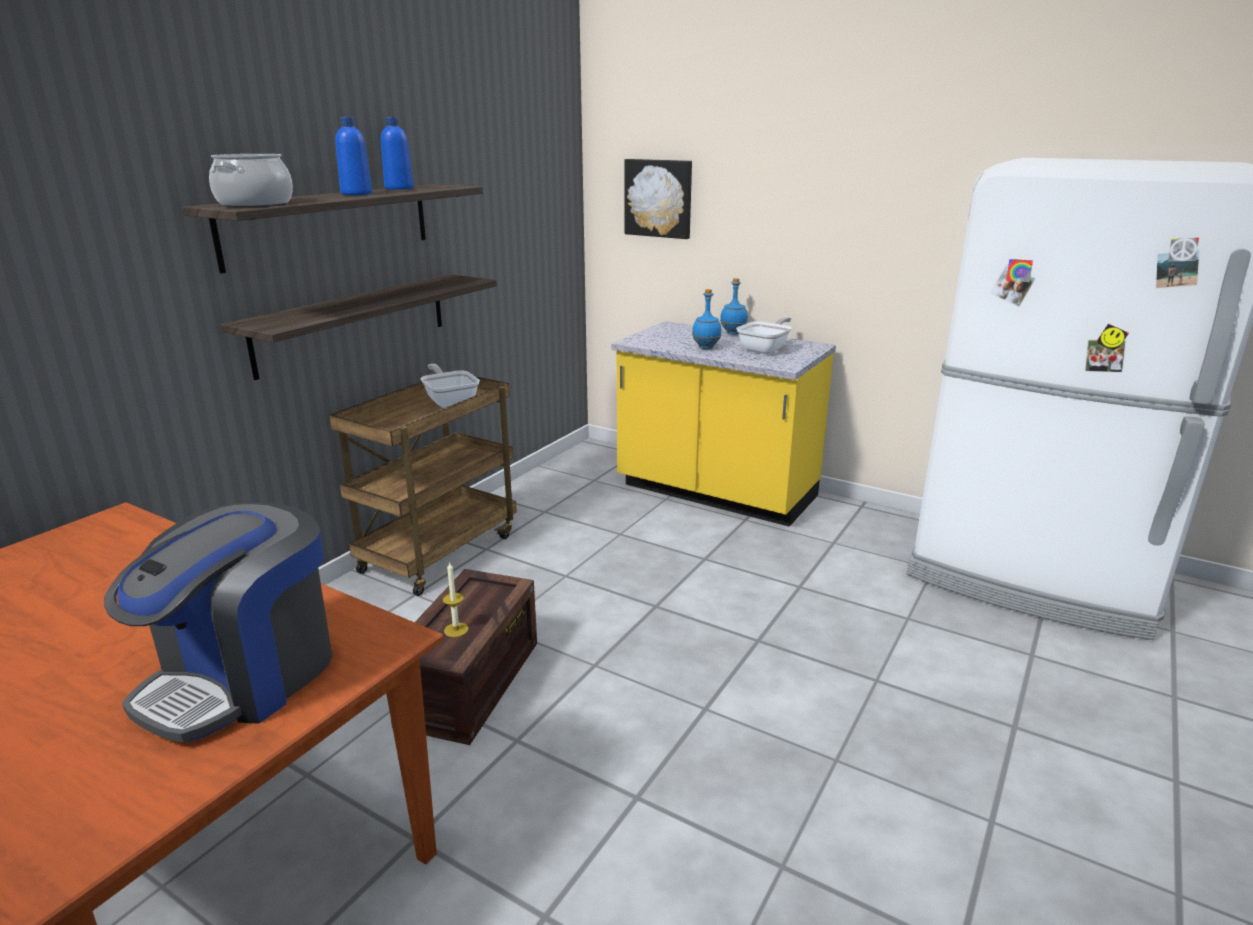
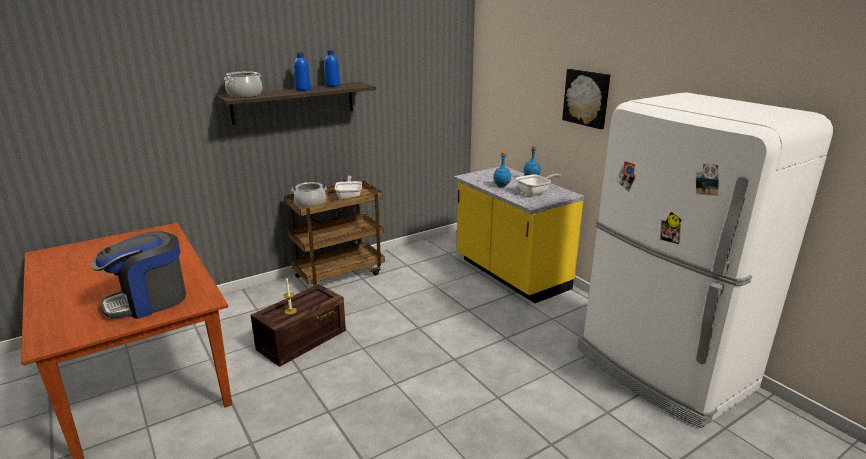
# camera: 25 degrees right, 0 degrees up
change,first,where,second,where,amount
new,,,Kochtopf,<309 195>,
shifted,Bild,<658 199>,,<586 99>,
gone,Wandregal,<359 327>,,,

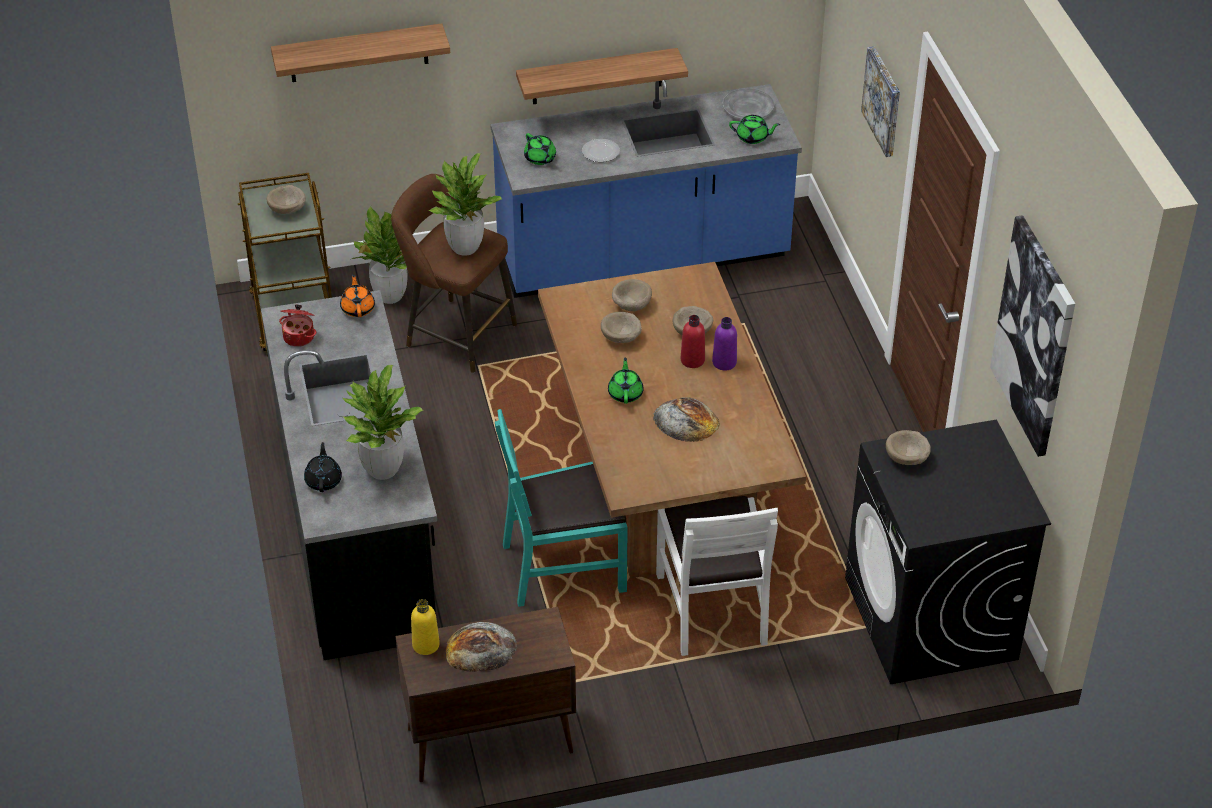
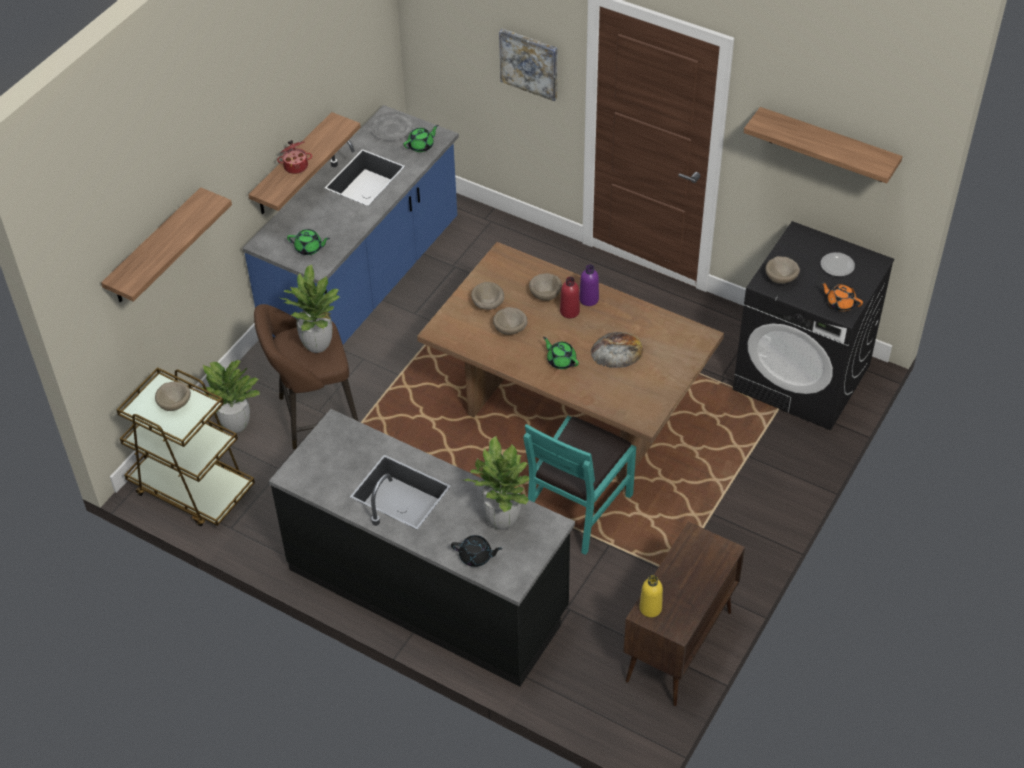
# camera: 45 degrees left, 5 degrees up
change,first,where,second,where,amount
shifted,Kochtopf,<297 325>,,<294 157>,
rotated,Teekanne/schwarz,<323 467>,,<476 551>,150 degrees clockwise
swapped,Bild,<1032 336>,Wandregal,<823 145>,
shifted,Teller,<601 150>,,<838 264>,
shifted,Teekanne/orange,<357 295>,,<842 296>,
gone,Brot,<481 647>,,,
gone,Stuhl/weiß,<717 576>,,,

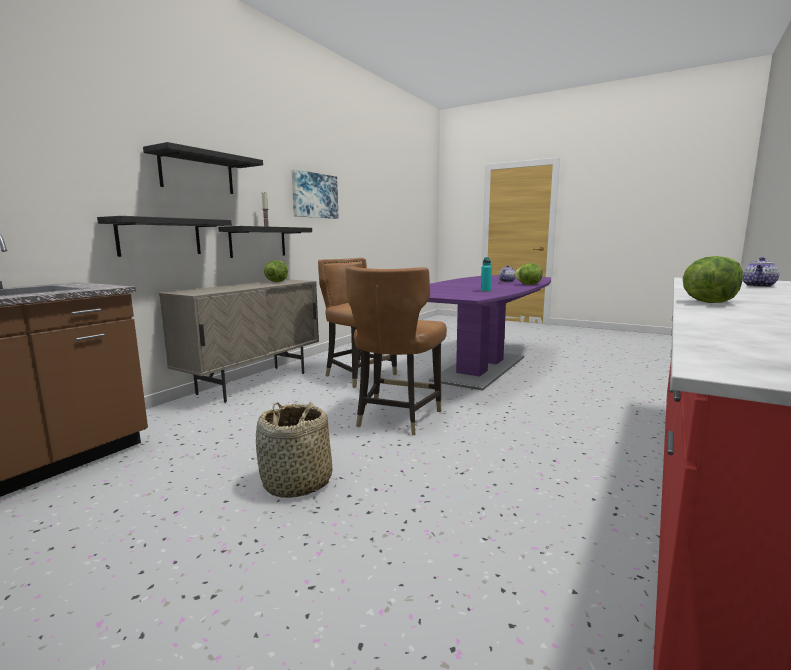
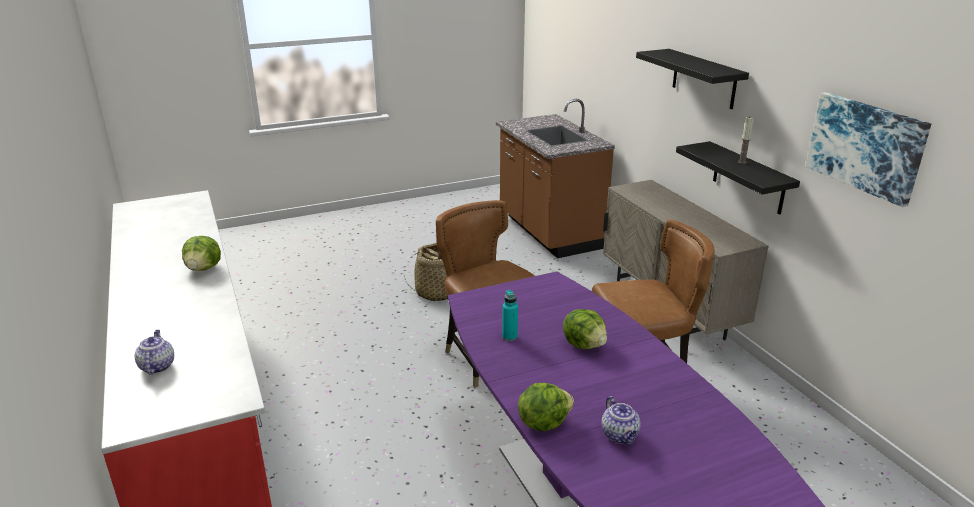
# camera: 125 degrees right, 15 degrees up
change,first,where,second,where,amount
shifted,Salatkopf,<276 271>,,<585 329>,
gone,Wandregal/schwarz,<164 236>,,,

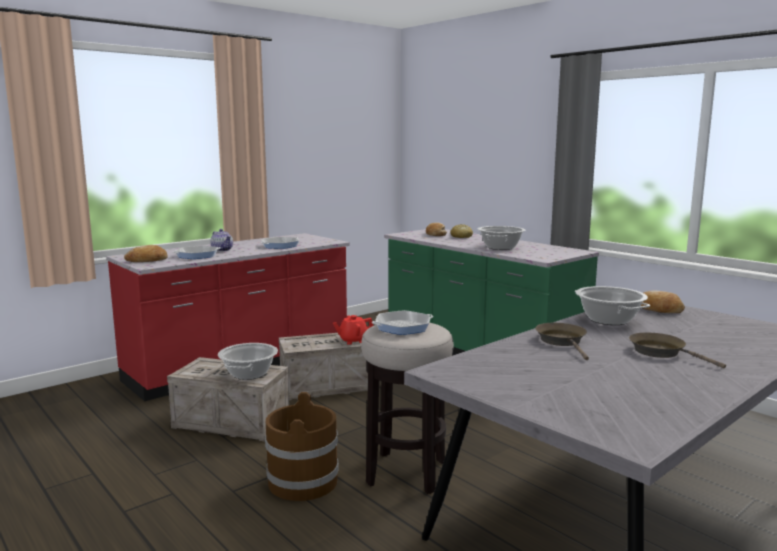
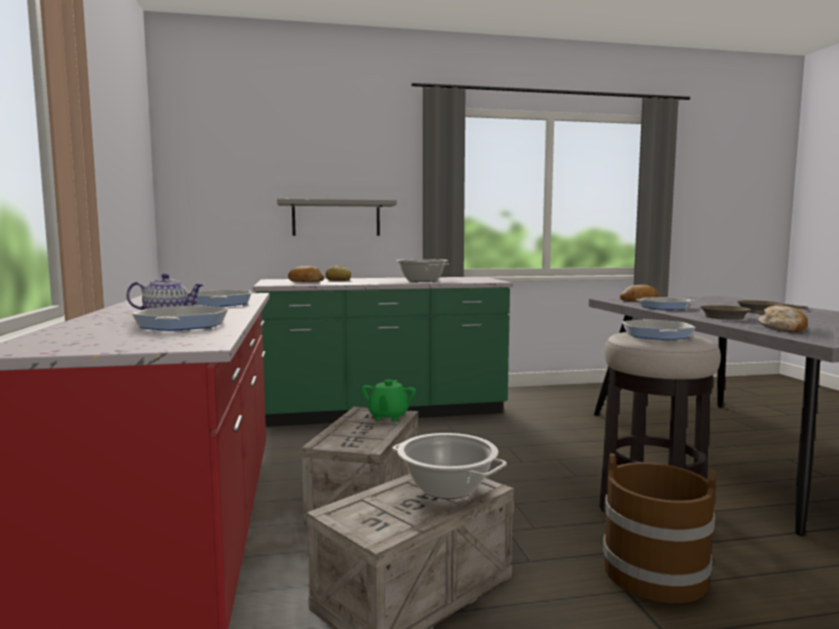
# camera: 60 degrees left, 5 degrees down
change,first,where,second,where,amount
new,,,Wandregal/grau,<337 217>,
repainted,Teekanne/rot,<353 330>,Teekanne/grün,<388 400>,
swapped,Kochtopf,<612 305>,Pfanne,<665 303>,
shifted,Brot,<146 253>,,<783 318>,

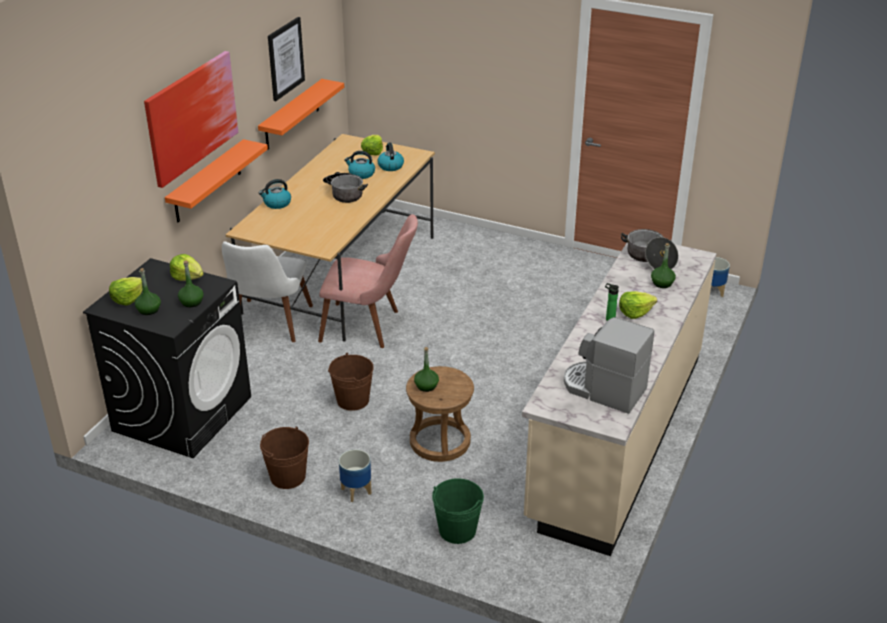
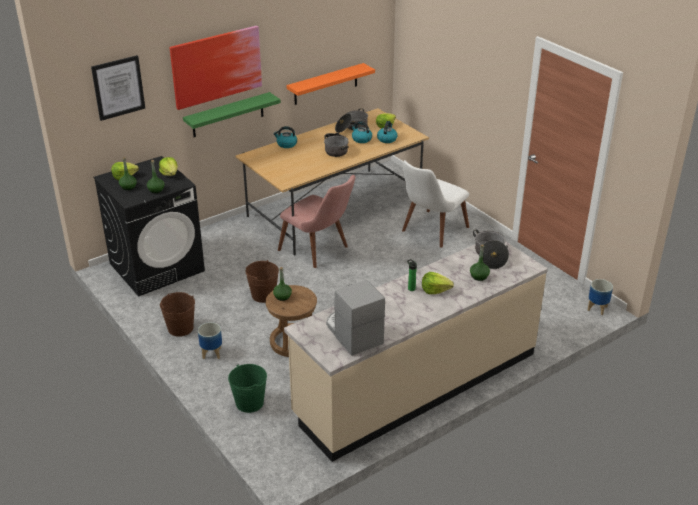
# camera: 30 degrees right, 0 degrees up
change,first,where,second,where,amount
shifted,Bild,<286 59>,,<118 88>,
repainted,Wandregal/orange,<216 180>,Wandregal/grün,<232 114>,
new,,,Kochtopf,<351 120>,
shifted,Stuhl/weiß,<267 291>,,<435 203>,

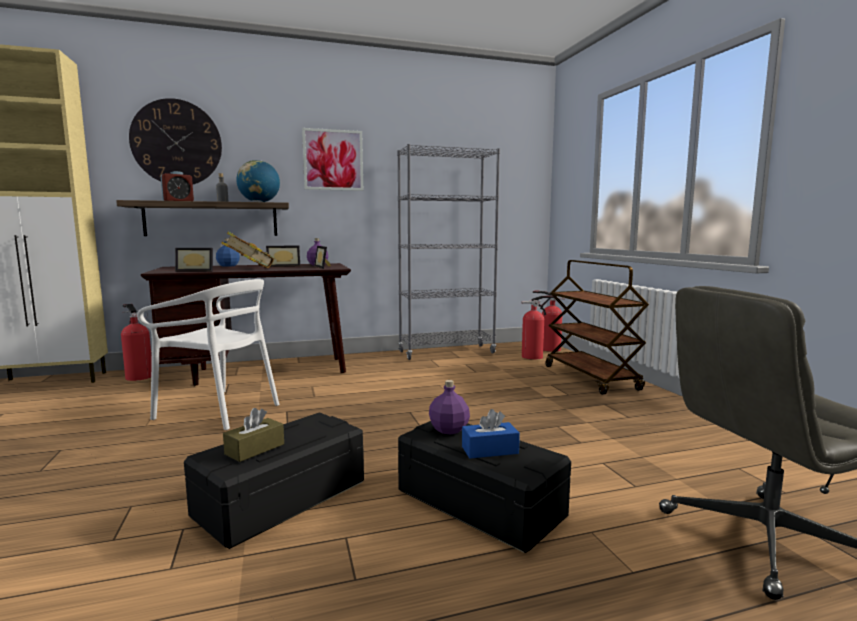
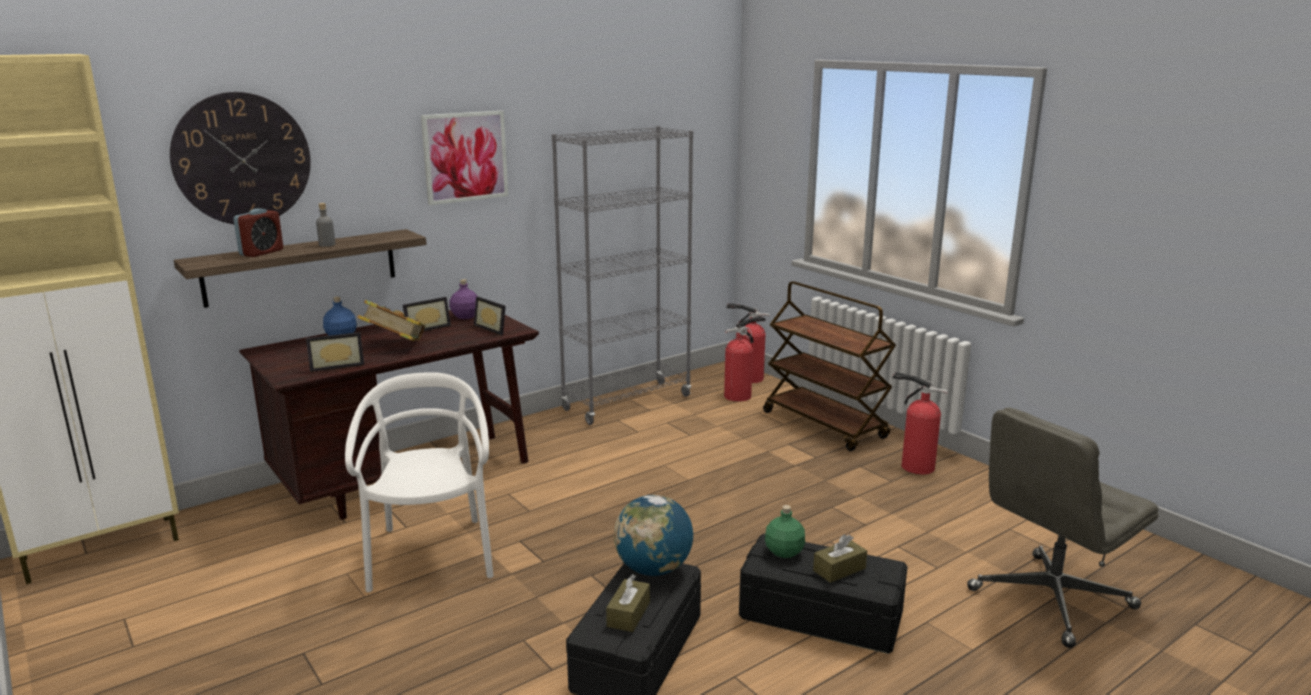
# camera: 20 degrees left, 10 degrees up
change,first,where,second,where,amount
rotated,Stuhl/weiß,<208 354>,,<419 482>,105 degrees counterclockwise
shifted,Globus,<258 181>,,<653 535>,
repainted,Flasche/lila,<449 407>,Flasche/grün,<785 531>,
repainted,Taschentuchbox/blau,<491 434>,Taschentuchbox/braun,<840 558>,
shifted,Feuerlöscher,<136 342>,,<920 423>,

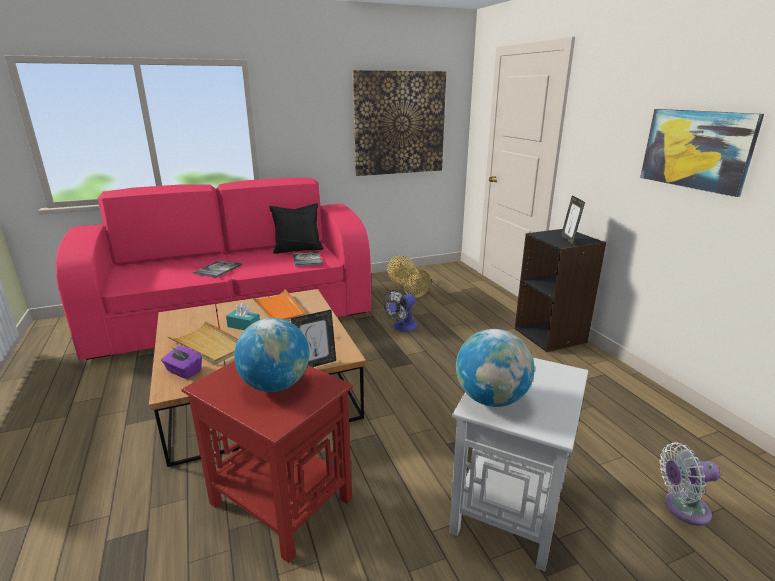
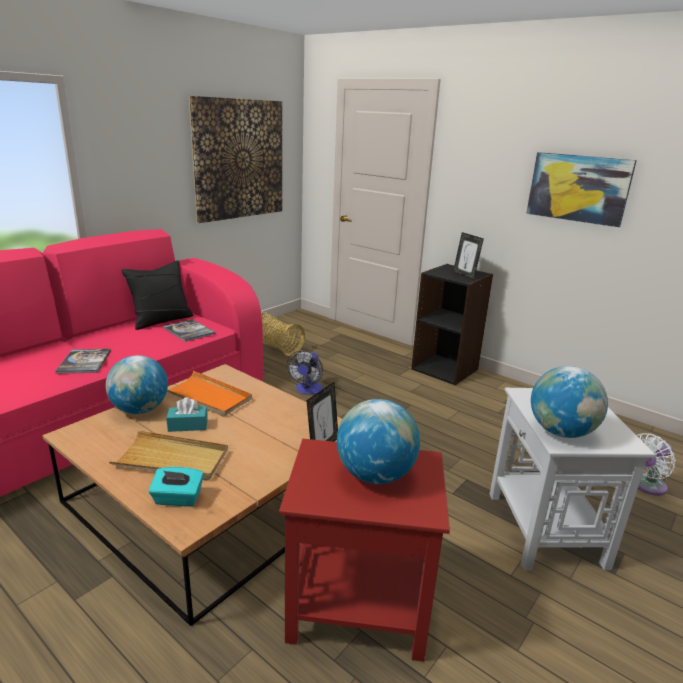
# camera: 30 degrees left, 0 degrees up
change,first,where,second,where,amount
new,,,Globus,<137 384>,
repainted,Taschentuchbox/lila,<181 362>,Taschentuchbox/türkis,<176 487>,

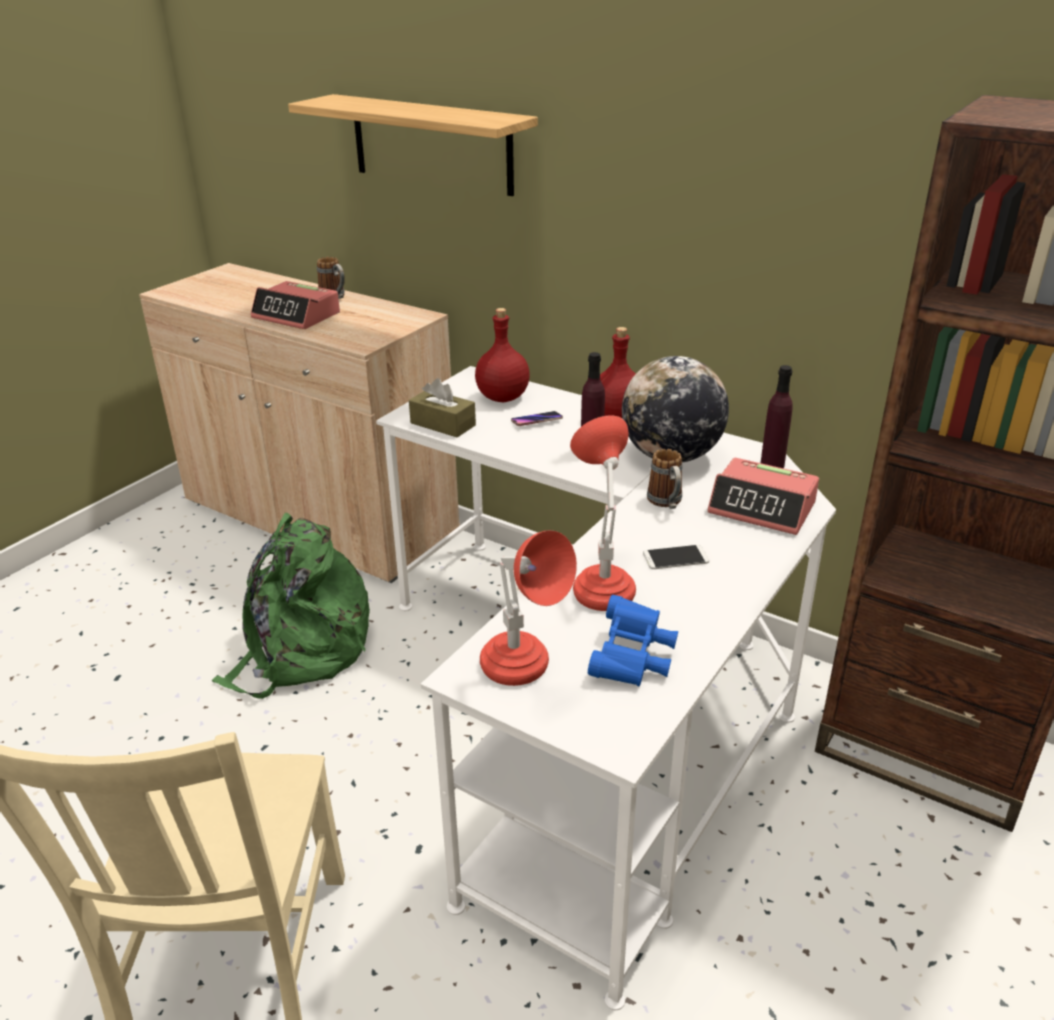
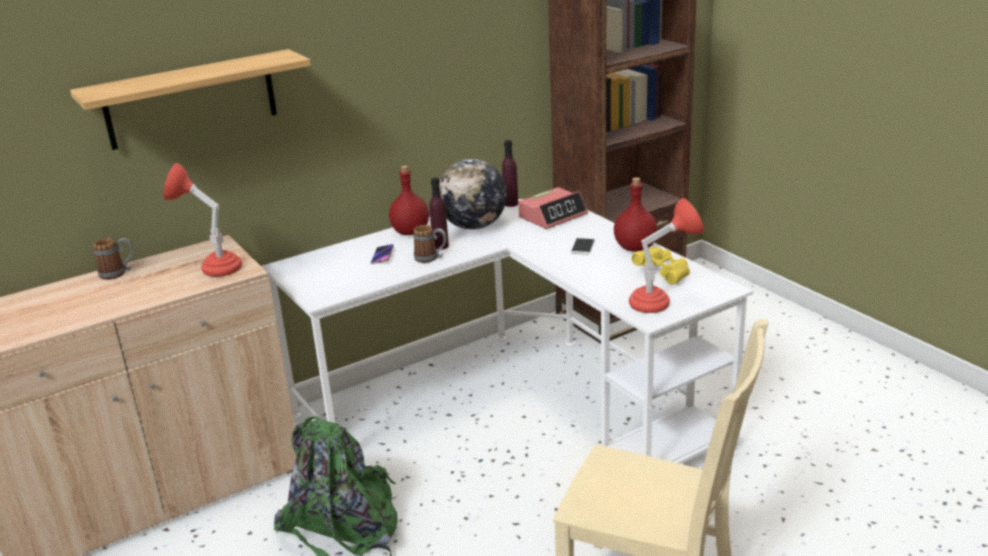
# camera: 65 degrees left, 5 degrees down
change,first,where,second,where,amount
shifted,Tischlampe/rot,<603 513>,,<202 220>,
shifted,Henkelbecher,<664 479>,,<430 244>,
shifted,Flasche/rot,<502 355>,,<636 214>,
repainted,Fernglas/blau,<633 640>,Fernglas/gelb,<661 266>,
gone,Wecker,<295 305>,,,
gone,Taschentuchbox/braun,<442 407>,,,

